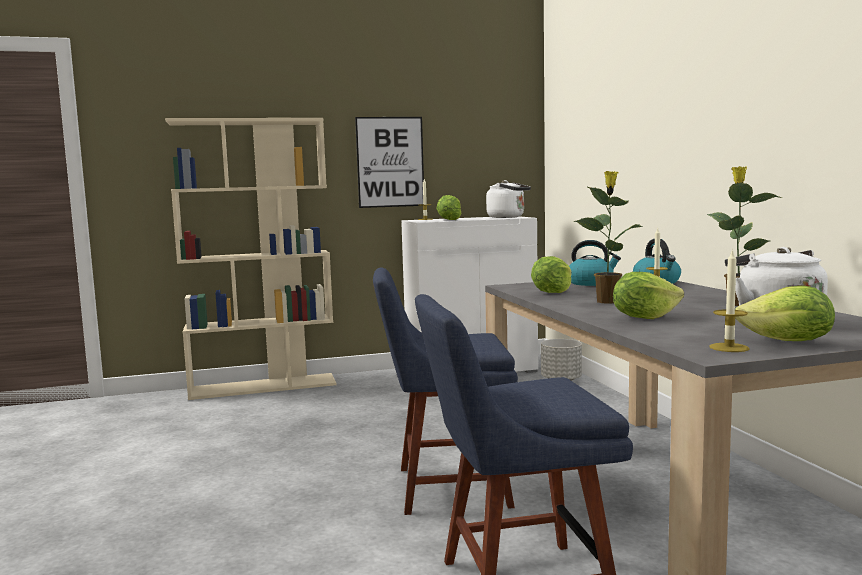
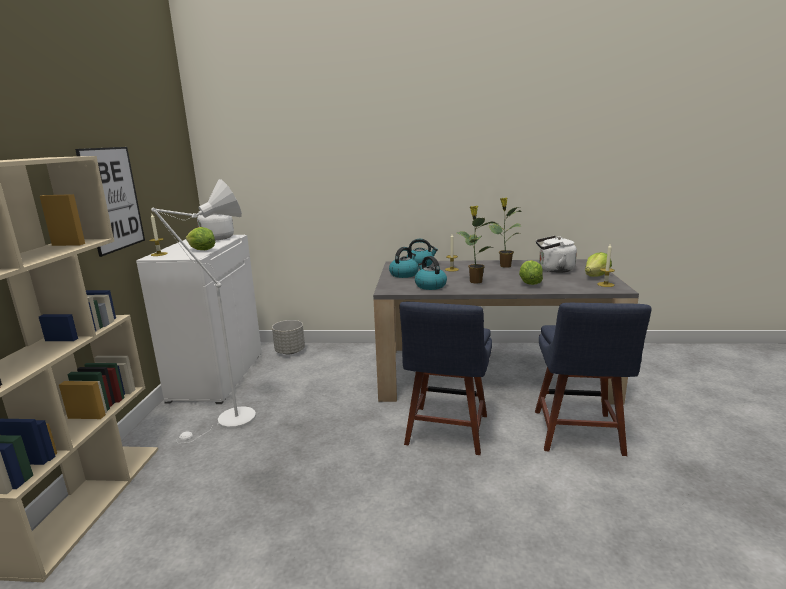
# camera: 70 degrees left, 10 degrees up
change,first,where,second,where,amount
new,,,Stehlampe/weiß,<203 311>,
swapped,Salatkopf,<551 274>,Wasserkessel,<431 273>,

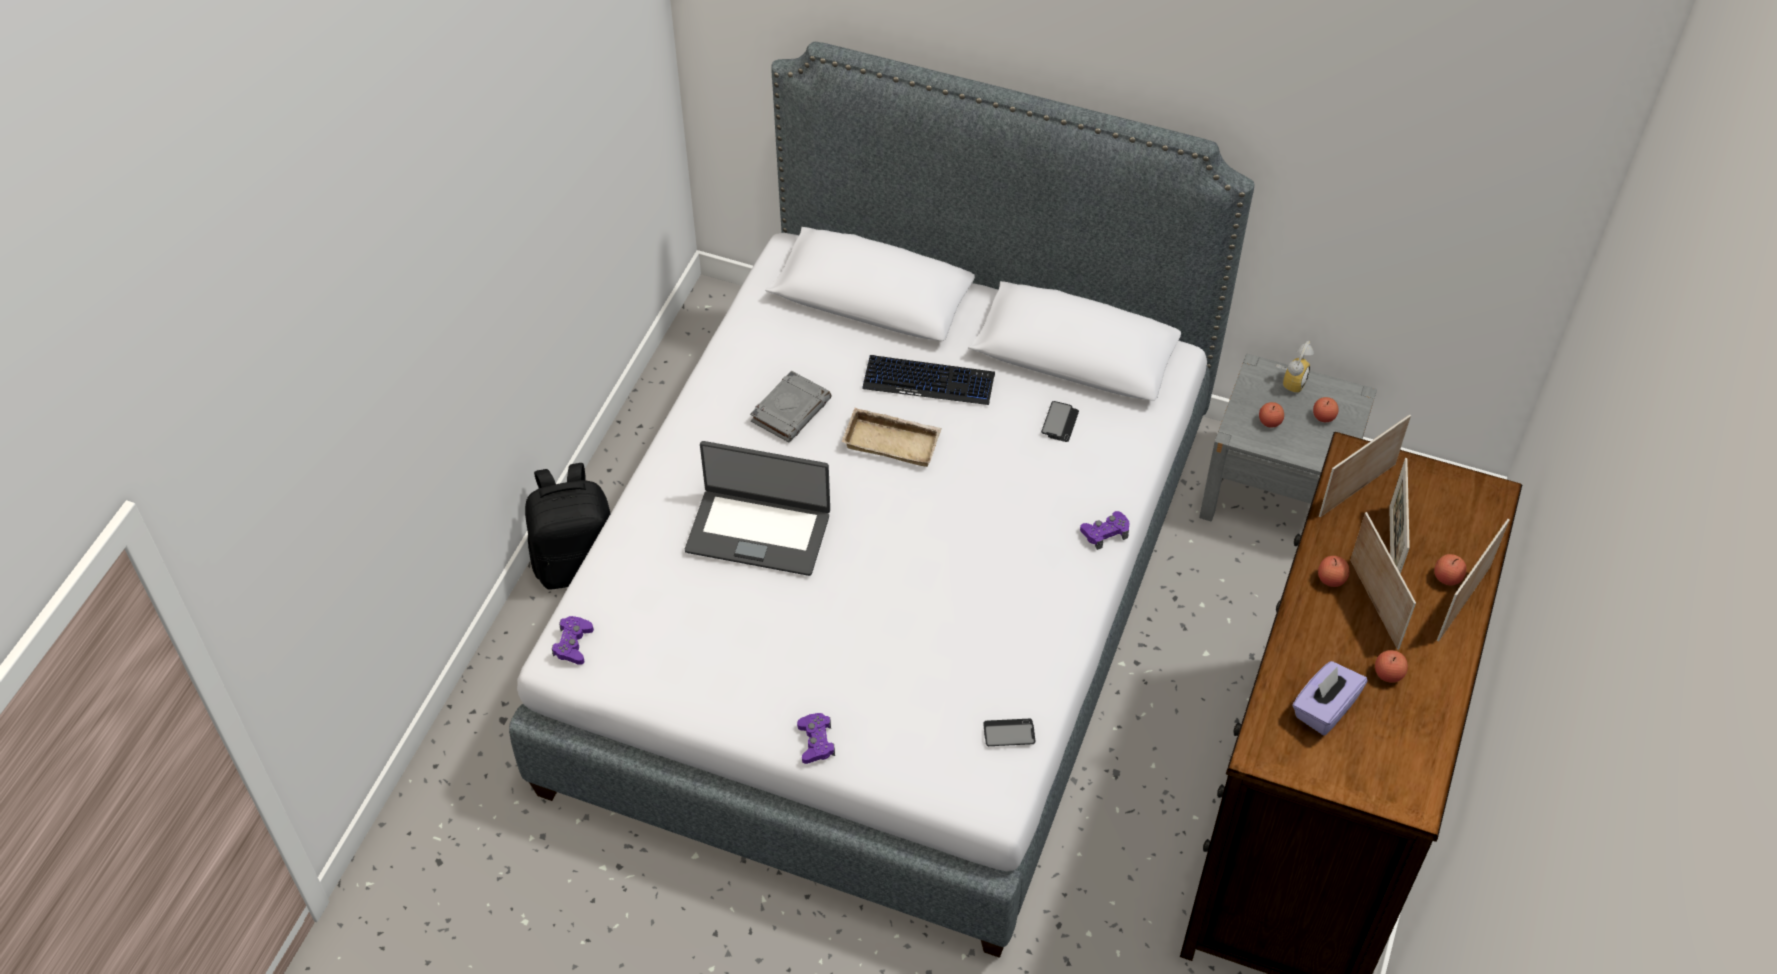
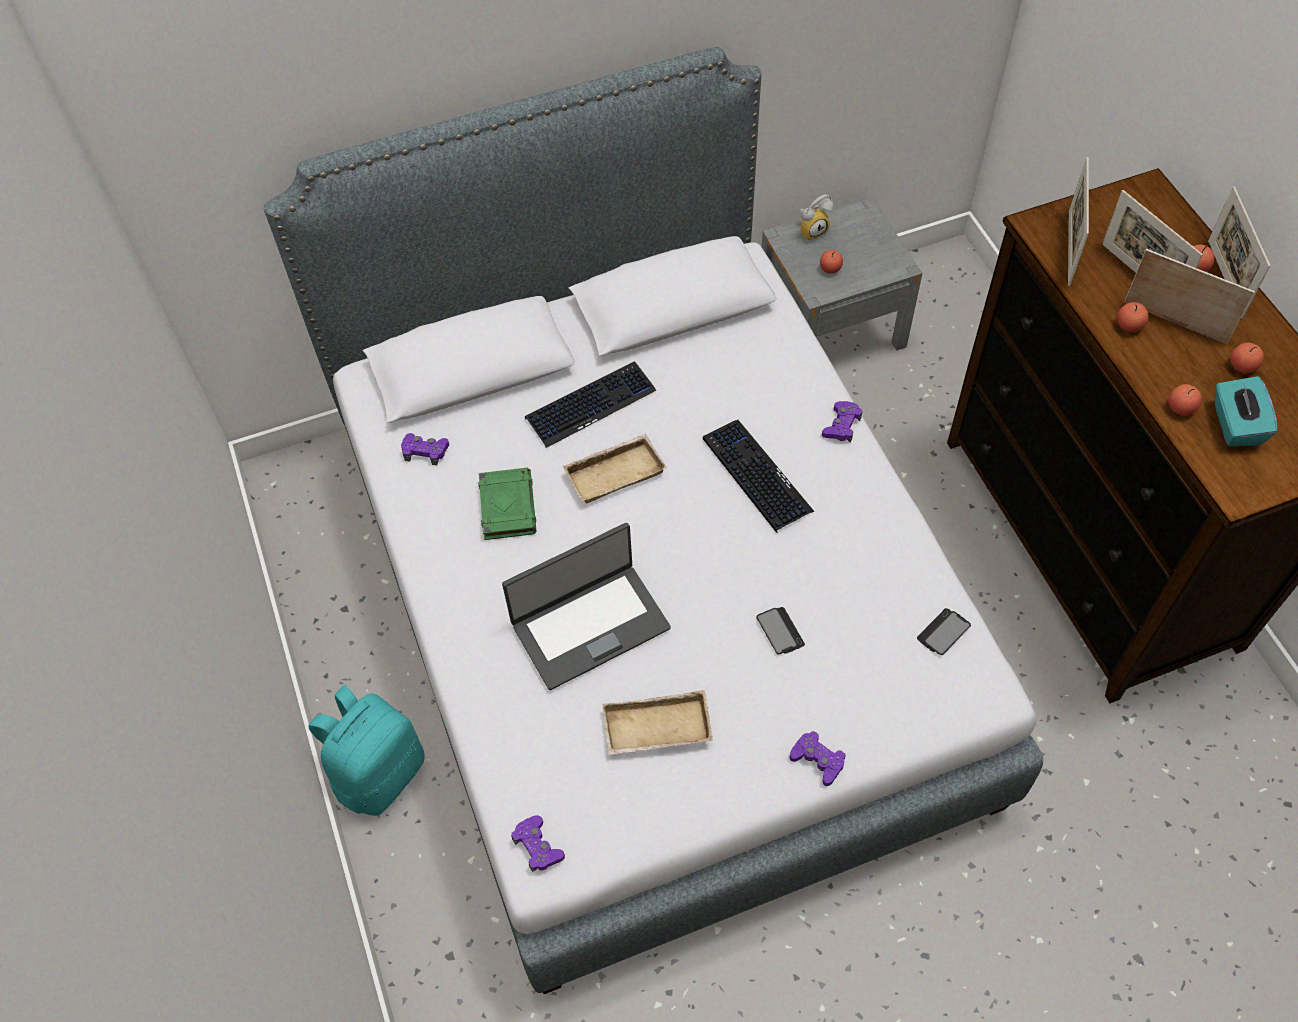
# camera: 40 degrees left, 5 degrees up
change,first,where,second,where,amount
repainted,Rucksack/schwarz,<568 526>,Rucksack/türkis,<366 750>,
new,,,Gamepad/lila,<425 449>,
repainted,Buch/grau,<790 406>,Buch/grün,<507 504>,
new,,,Tablett/beige,<657 722>,
new,,,Tastatur,<759 476>,
shifted,Handy,<1060 421>,,<780 631>,
rotated,Wecker,<1294 367>,,<817 217>,75 degrees clockwise
shifted,Apfel,<1325 409>,,<1185 400>,
repainted,Taschentuchbox/lila,<1330 698>,Taschentuchbox/türkis,<1246 411>,

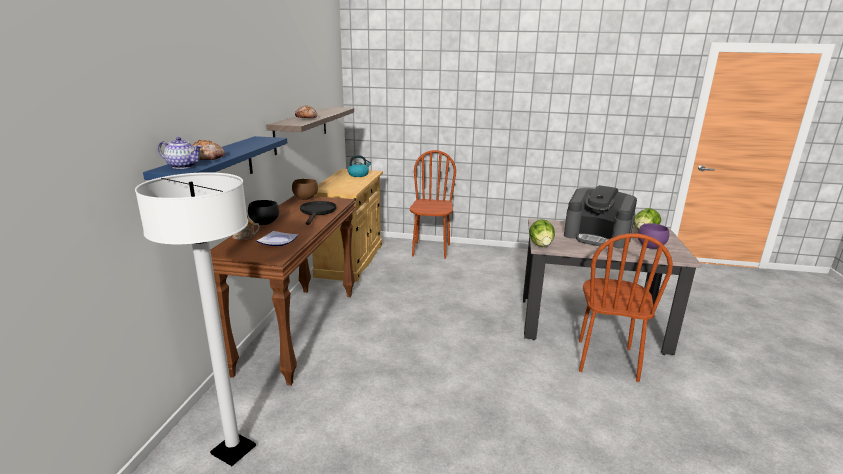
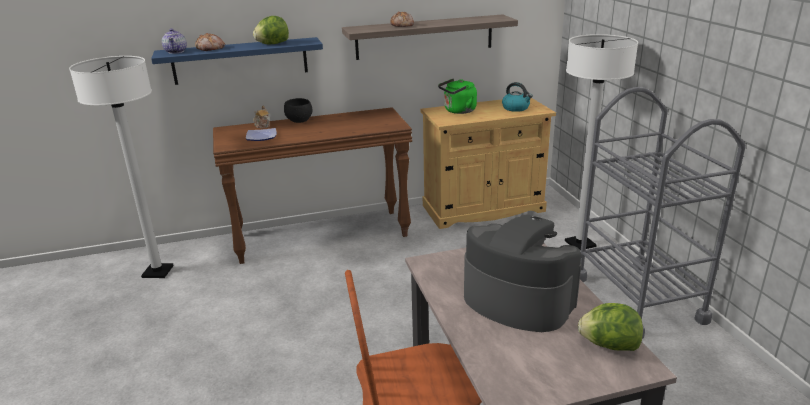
# camera: 65 degrees right, 5 degrees up
change,first,where,second,where,amount
shifted,Salatkopf,<542 233>,,<271 30>,
new,,,Wasserkessel/grün,<457 96>,
rotated,Kaffeemaschine,<600 217>,,<523 273>,120 degrees clockwise
swapped,Stuhl/braun,<433 204>,Stehlampe/weiß,<601 142>,
new,,,Rollwagen/grau,<663 213>,
gone,Schüssel/braun,<305 189>,,,
gone,Pfanne/schwarz,<318 213>,,,
gone,Schüssel/lila,<653 236>,,,

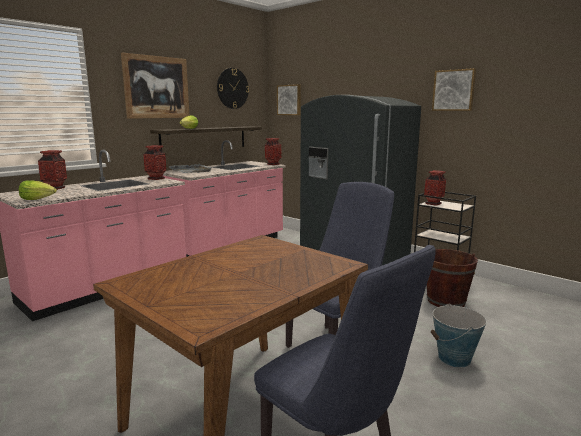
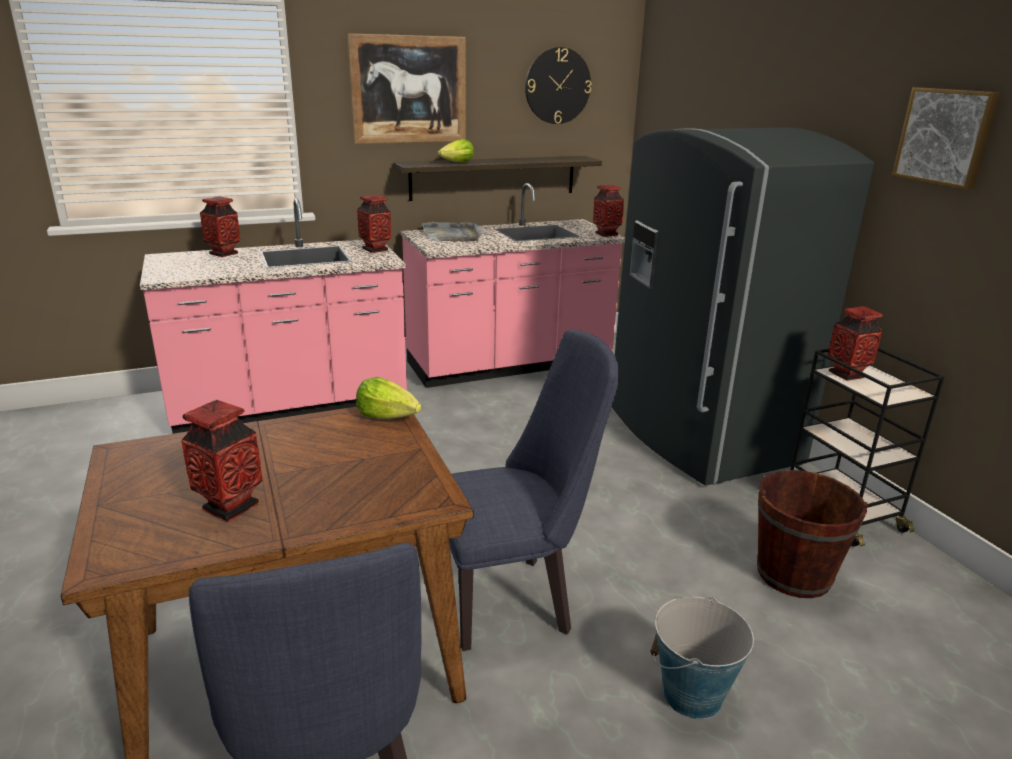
# camera: 25 degrees right, 10 degrees up
change,first,where,second,where,amount
new,,,Vase,<222 461>,
shifted,Salatkopf,<38 190>,,<388 398>,
gone,Bild,<289 99>,,,

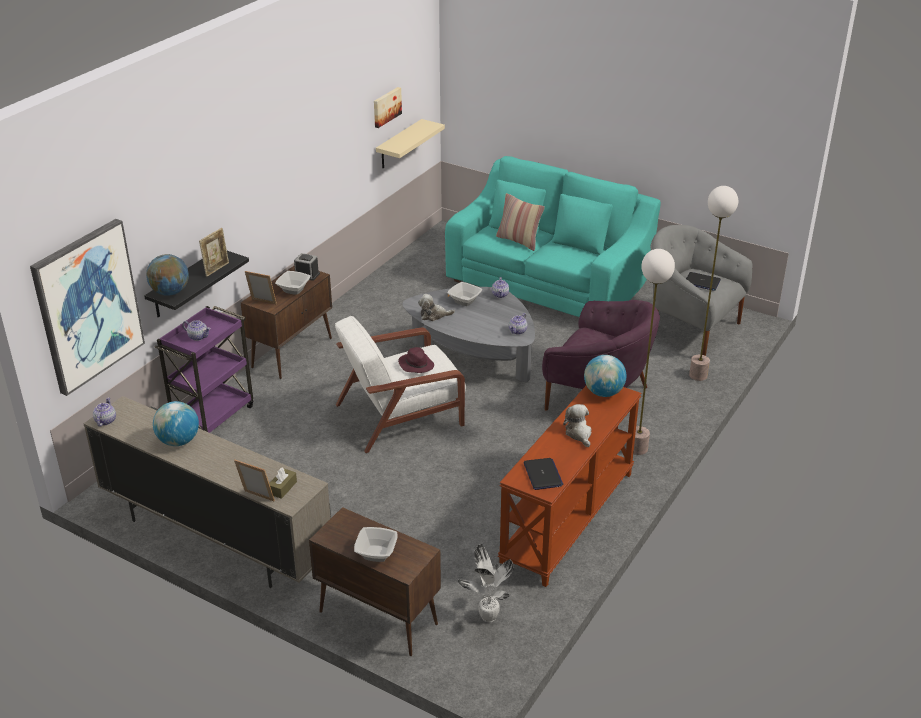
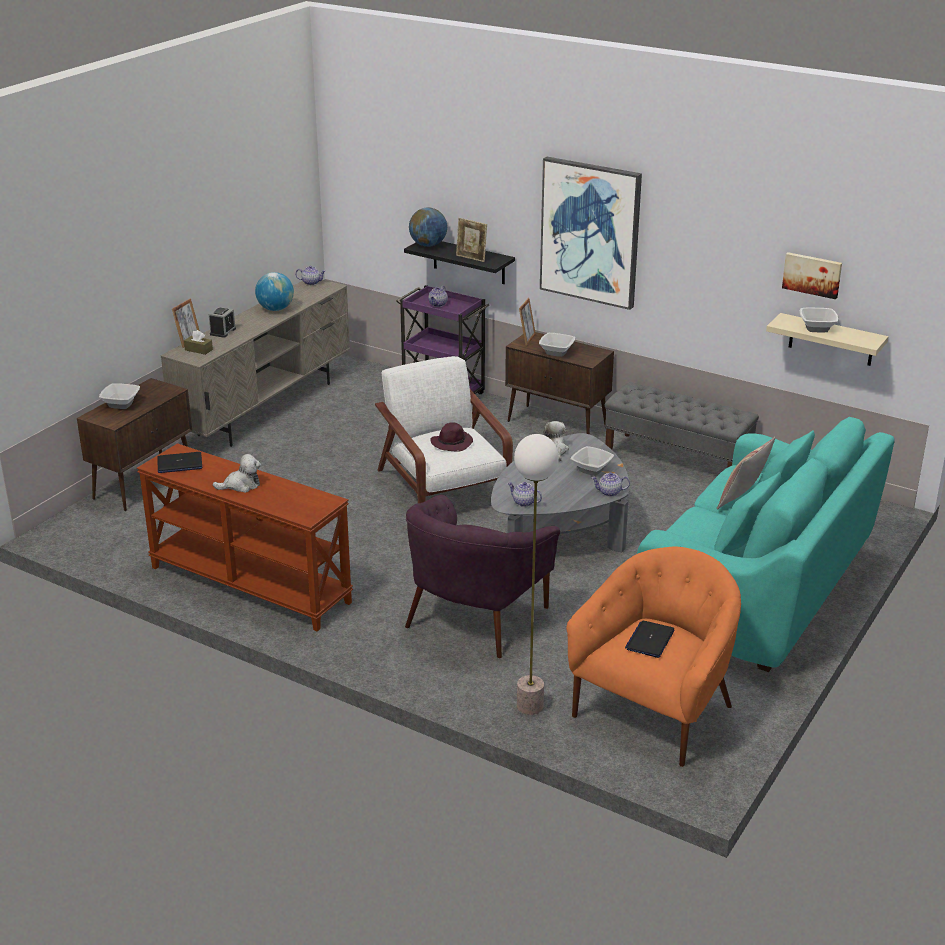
# camera: 90 degrees right, 5 degrees down
change,first,where,second,where,amount
shifted,Wecker,<307 267>,,<222 322>,
shifted,Bild,<87 307>,,<591 233>,
repainted,Sessel/grau,<701 290>,Sessel/orange,<653 657>,
new,,,Bank/grau,<682 425>,
new,,,Schüssel,<819 320>,
gone,Topfpflanze,<486 583>,,,
gone,Globus,<605 376>,,,
gone,Stehlampe,<654 352>,,,

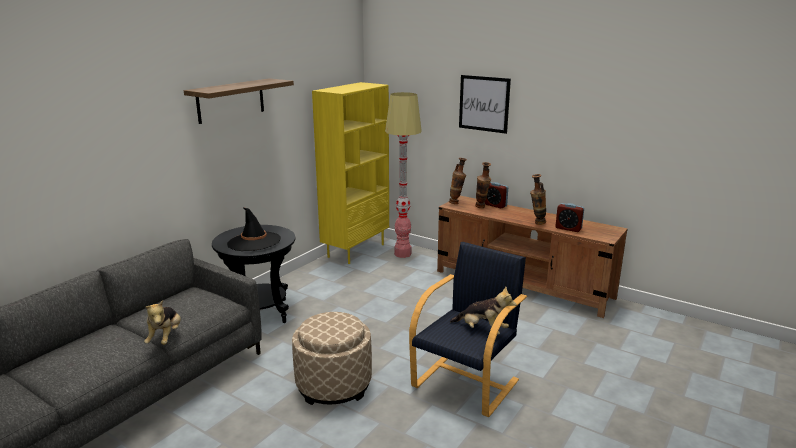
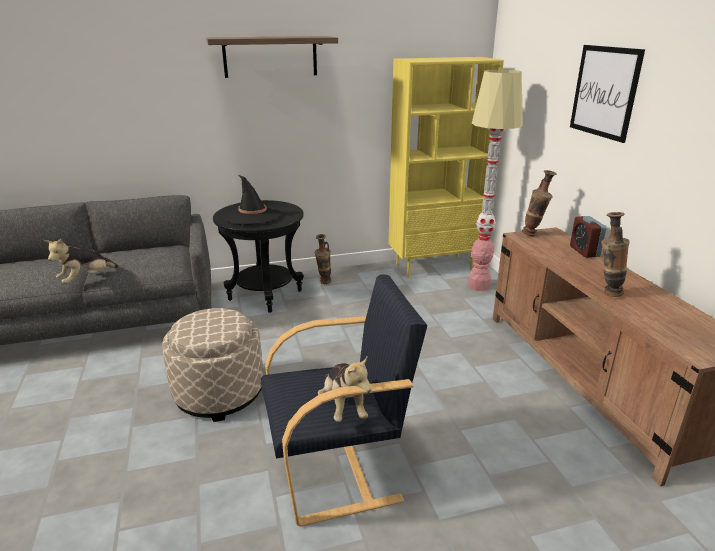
# camera: 40 degrees right, 5 degrees up
change,first,where,second,where,amount
shifted,Vase,<483 185>,,<323 259>,
gone,Wecker,<569 217>,,,

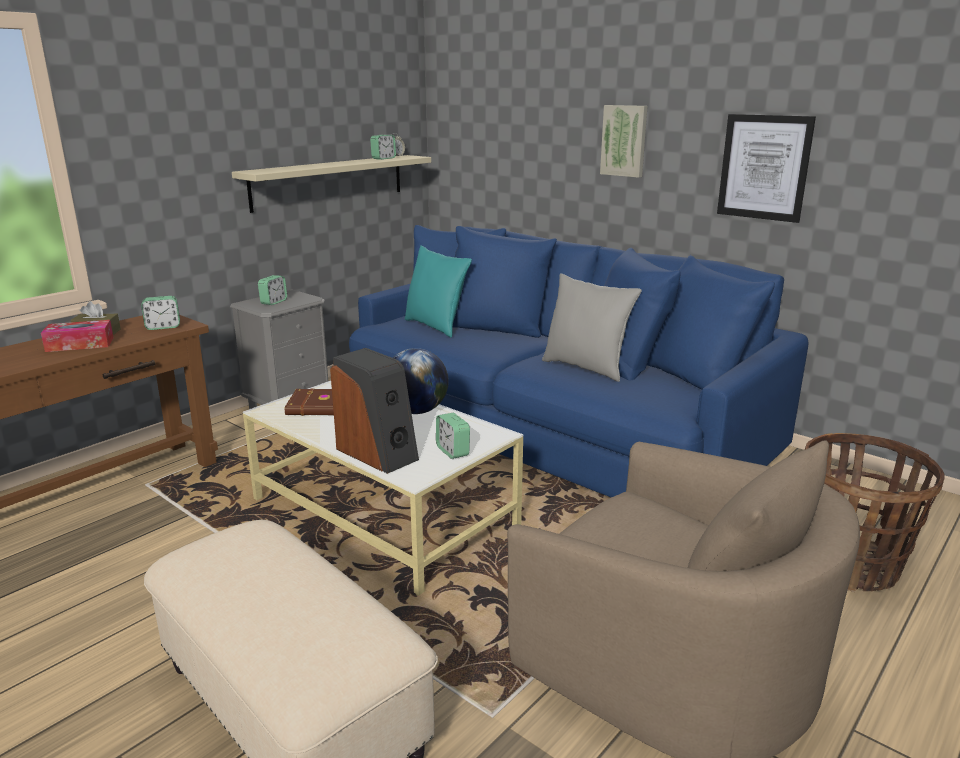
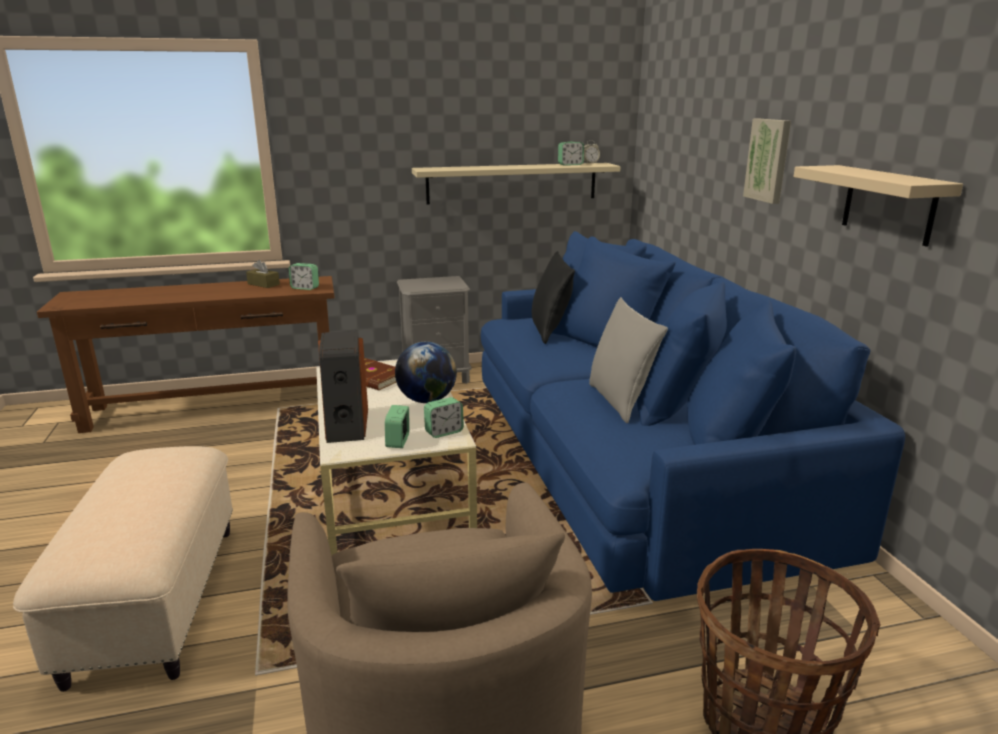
# camera: 35 degrees right, 0 degrees up
change,first,where,second,where,amount
shifted,Wecker,<272 290>,,<444 417>,
repainted,Kissen/türkis,<438 291>,Kissen/schwarz,<553 297>,
swapped,Bild,<766 168>,Wandregal/beige,<878 206>,
gone,Taschentuchbox,<77 336>,,,

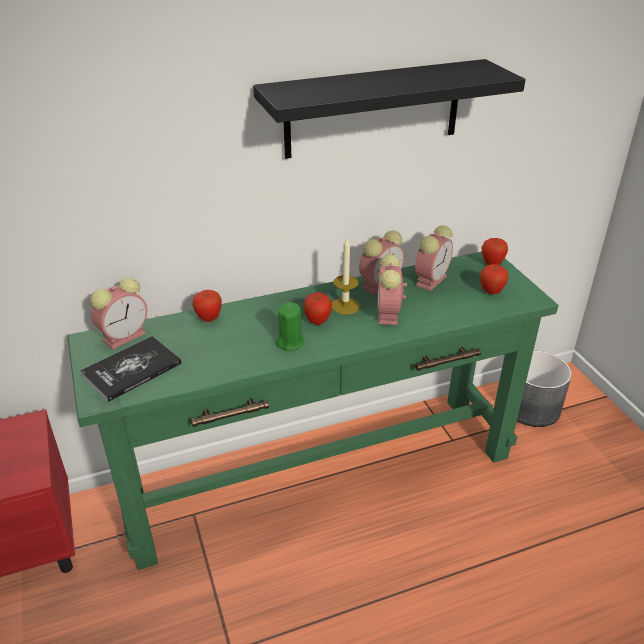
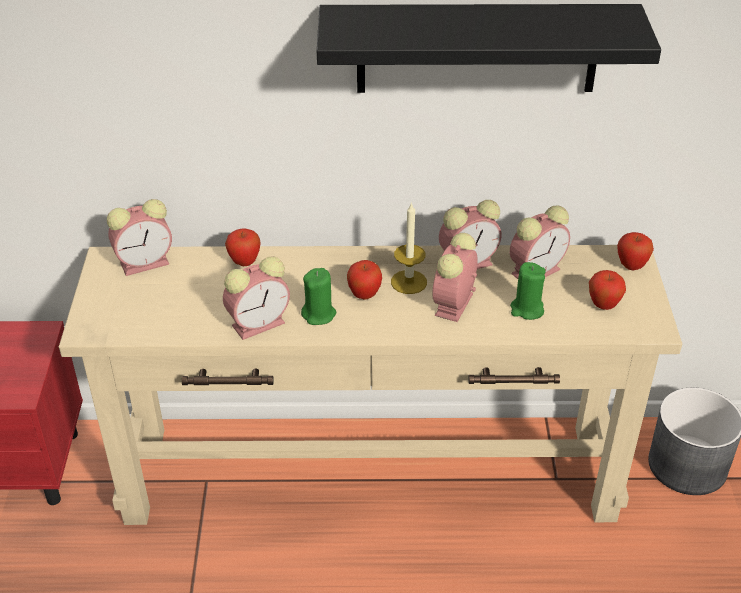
# camera: 20 degrees right, 5 degrees up
change,first,where,second,where,amount
repainted,Konsolentisch/grün,<312 411>,Konsolentisch/beige,<370 385>,
new,,,Wecker,<256 298>,
new,,,Kerze/grün,<527 291>,
gone,Buch,<131 369>,,,

